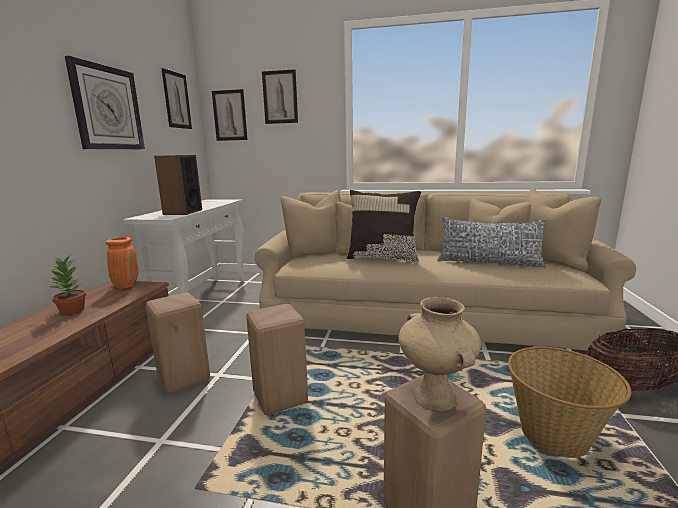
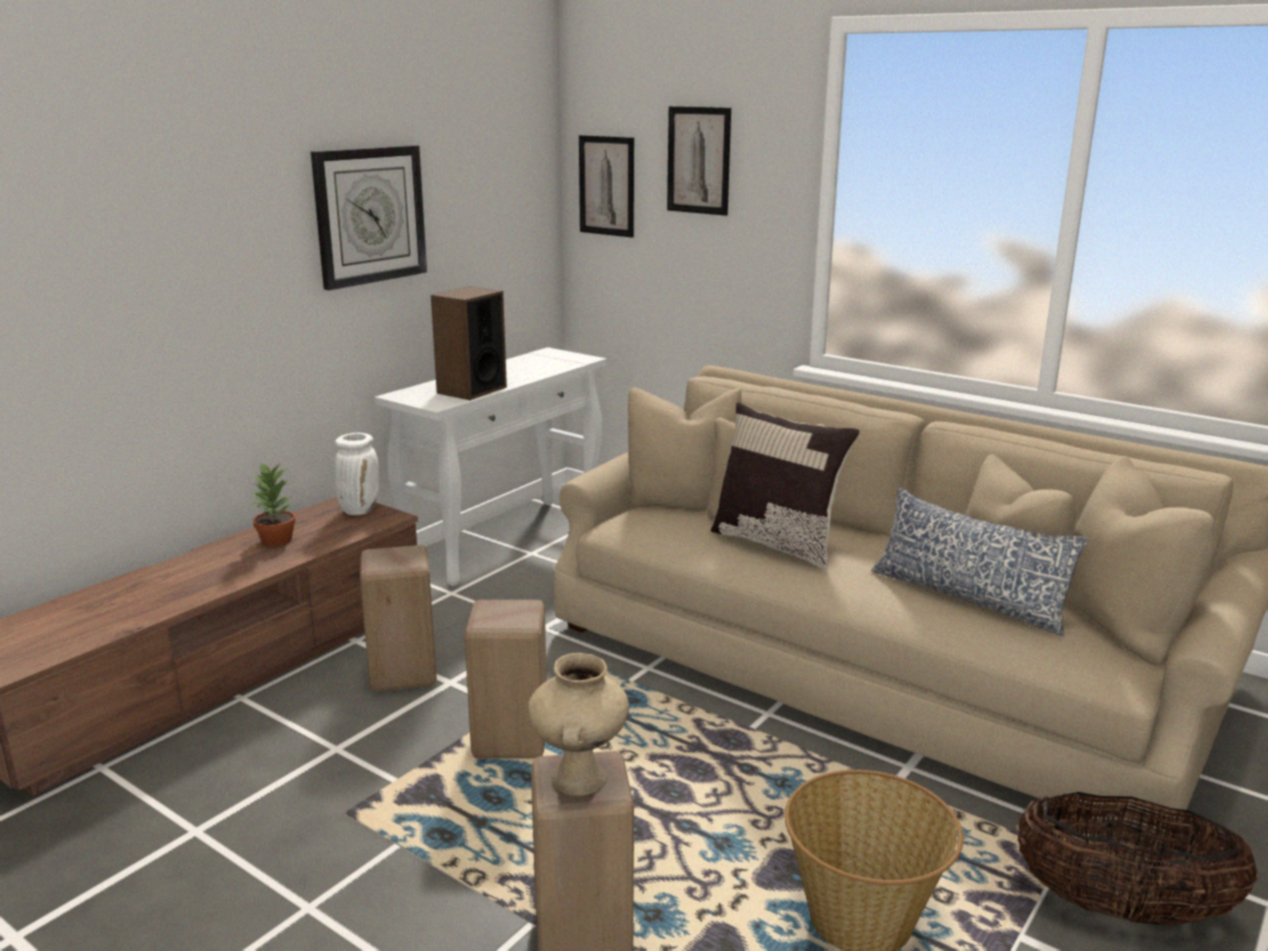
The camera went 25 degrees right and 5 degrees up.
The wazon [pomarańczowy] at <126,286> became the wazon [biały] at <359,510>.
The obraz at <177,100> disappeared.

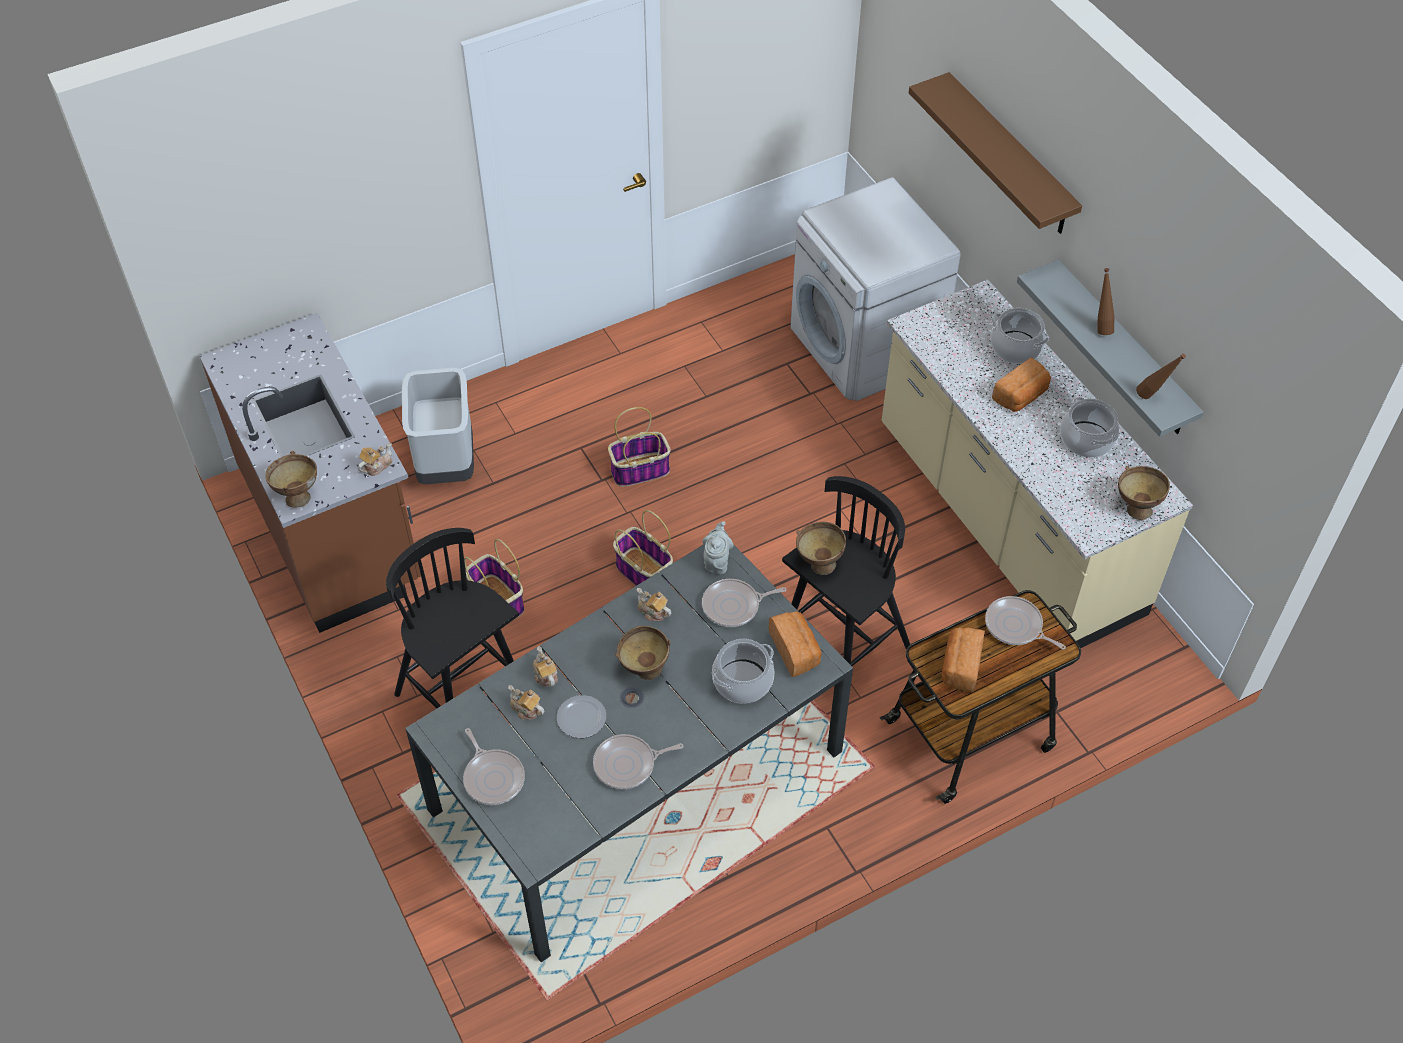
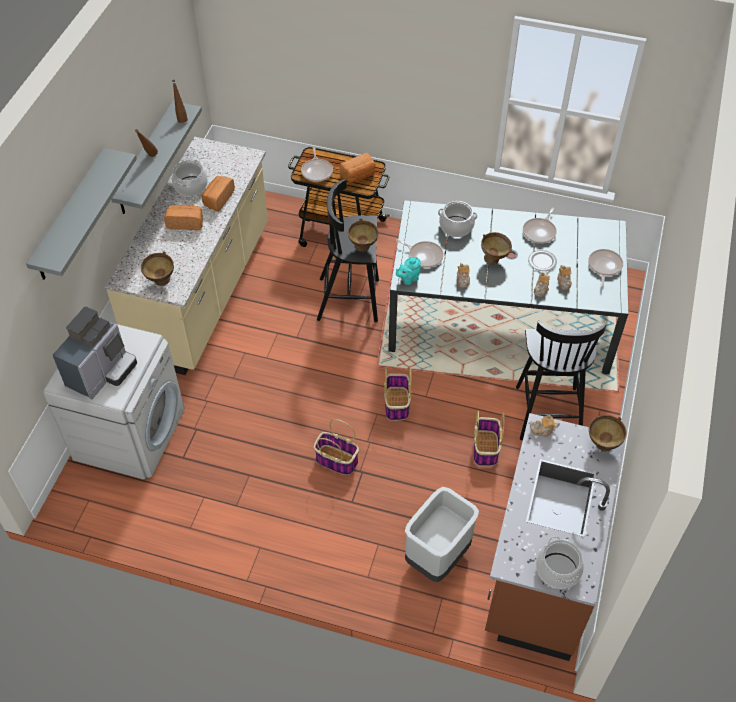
The camera went 135 degrees left and 0 degrees up.
The półka [brązowy] at <1009,156> became the półka [szary] at <70,216>.
The ekspres do kawy at <102,372> appeared.
The miska [brązowy] moved from <1135,507> to <161,282>.
The chleb moved from <795,650> to <218,199>.
The imbryk [szary] at <717,561> became the imbryk [turkusowy] at <408,279>.
The patelnia at <628,764> turned 90 degrees clockwise.
The garnek moved from <1016,347> to <557,570>.

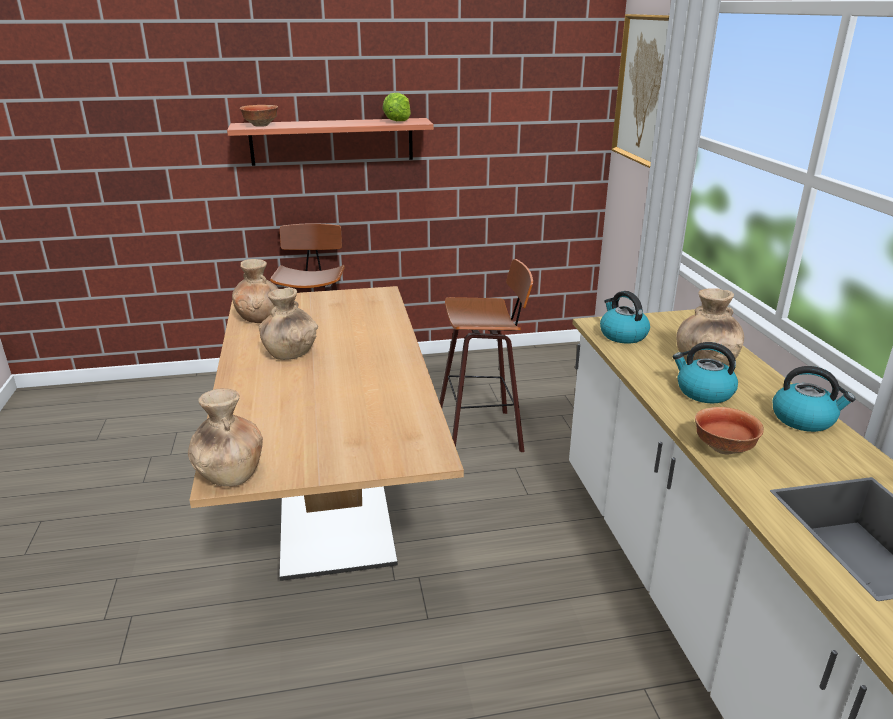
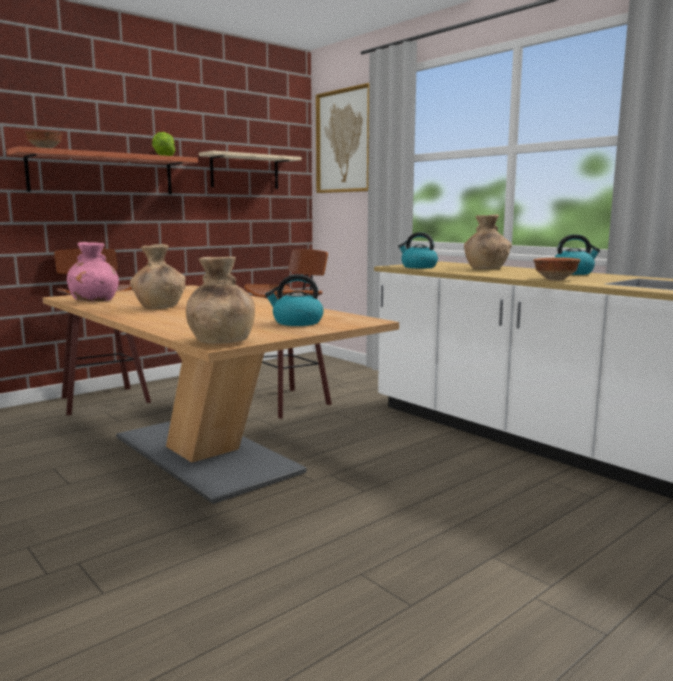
The camera went 30 degrees left and 15 degrees down.
The wazon [brązowy] at <260,318> became the wazon [różowy] at <95,300>.
The półka [beżowy] at <245,171> appeared.
The czajnik moved from <703,392> to <296,322>.

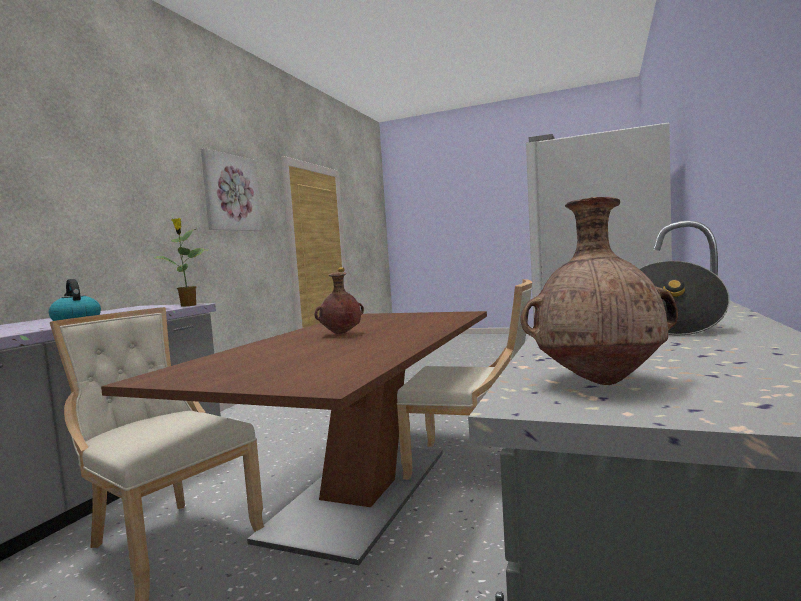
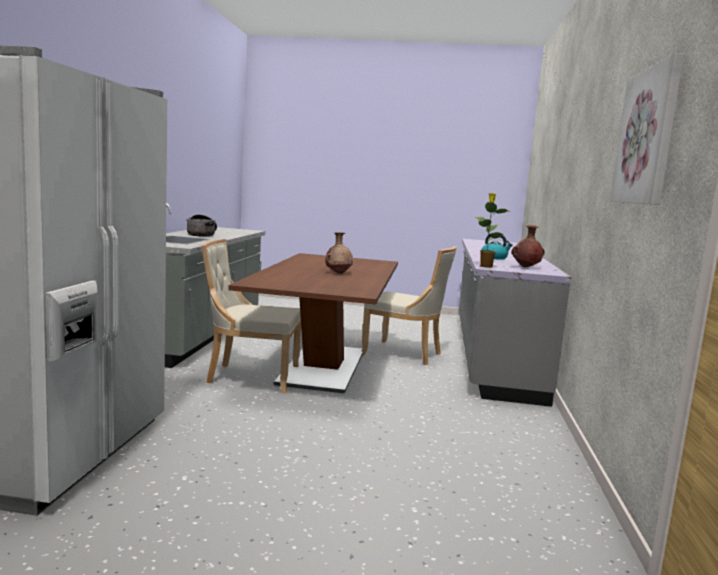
The camera went 165 degrees right and 5 degrees up.
The wazon [brązowy] moved from <601,381> to <525,267>.

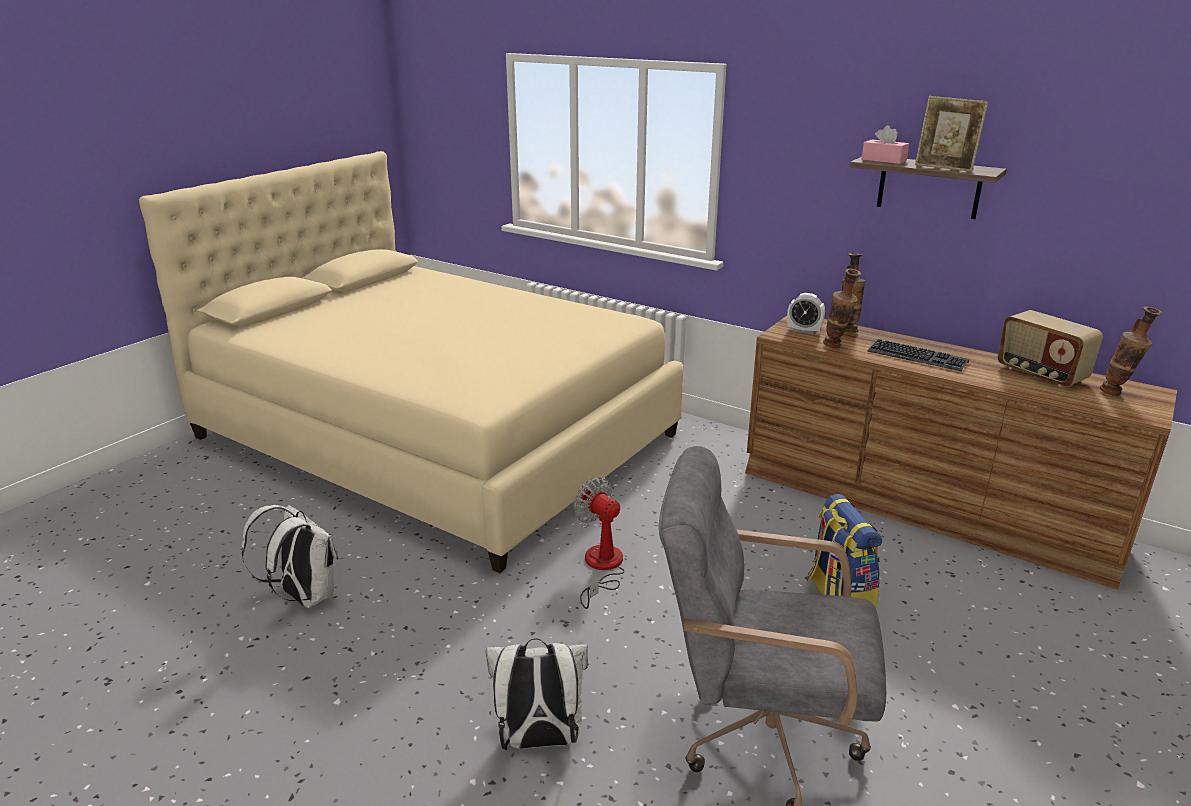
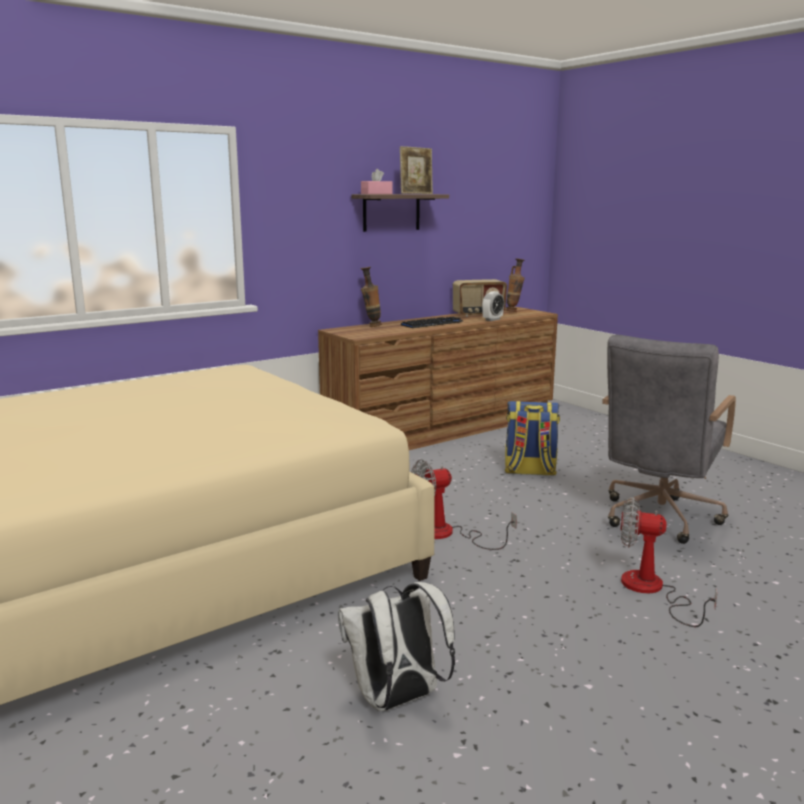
The camera went 70 degrees left and 10 degrees down.
The budzik moved from <804,331> to <492,319>.
The plecak [biały] at <539,740> was replaced by the wentylator at <651,590>.
The wazon at <836,347> disappeared.

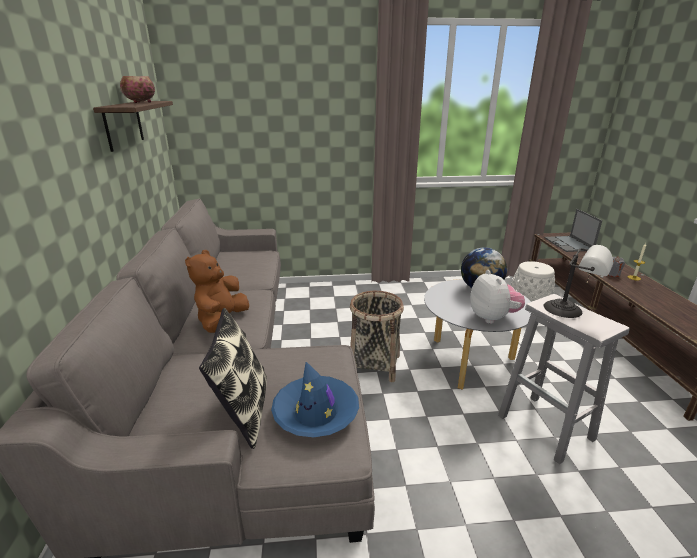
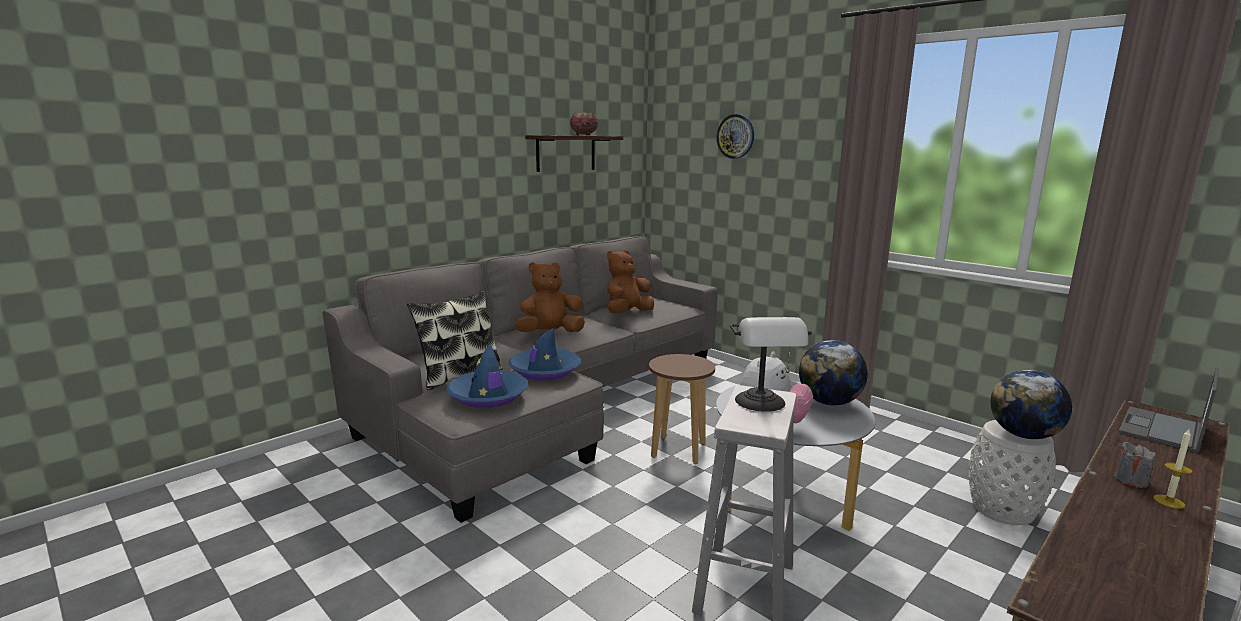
The camera went 50 degrees right and 10 degrees down.
The kapelusz [niebieski] at <545,370> appeared.
The pluszak [brązowy] at <627,313> appeared.
The koszyk at <374,365> was replaced by the stołek [brązowy] at <678,450>.
The zegar ścienny at <735,136> appeared.
The globus at <1024,435> appeared.

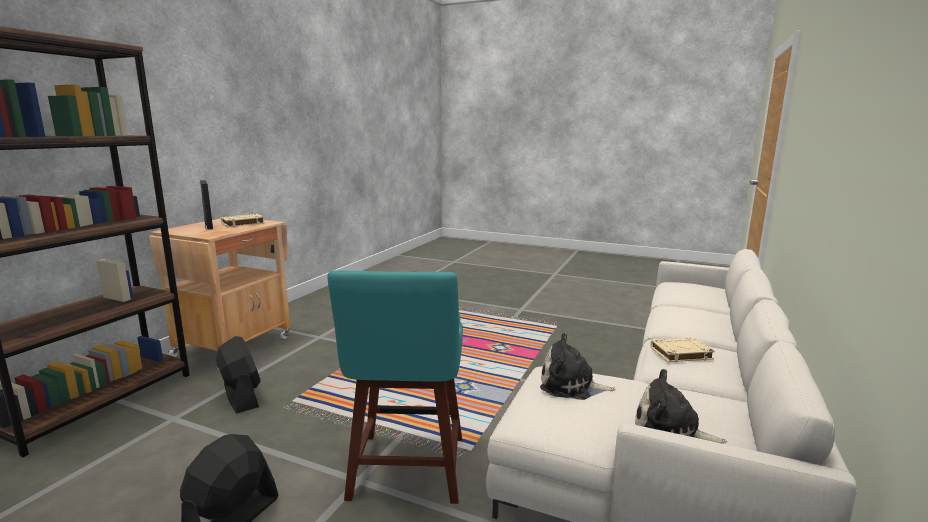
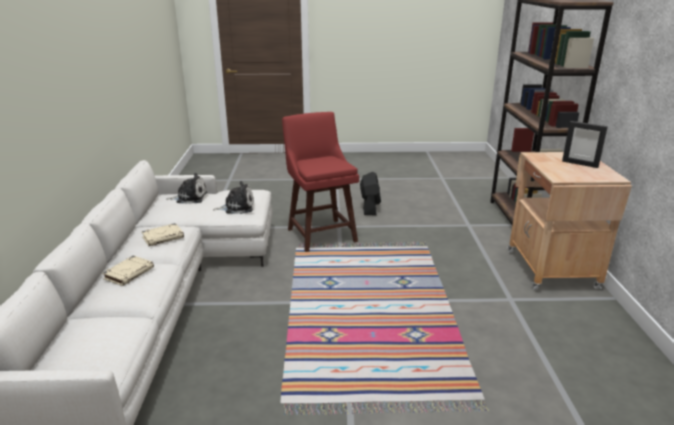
The camera went 155 degrees right and 10 degrees up.
The książka [beżowy] moved from <242,223> to <129,273>.
The stołek [turkusowy] at <406,471> became the stołek [czerwony] at <321,233>.
The wentylator [czarny] at <241,397> disappeared.

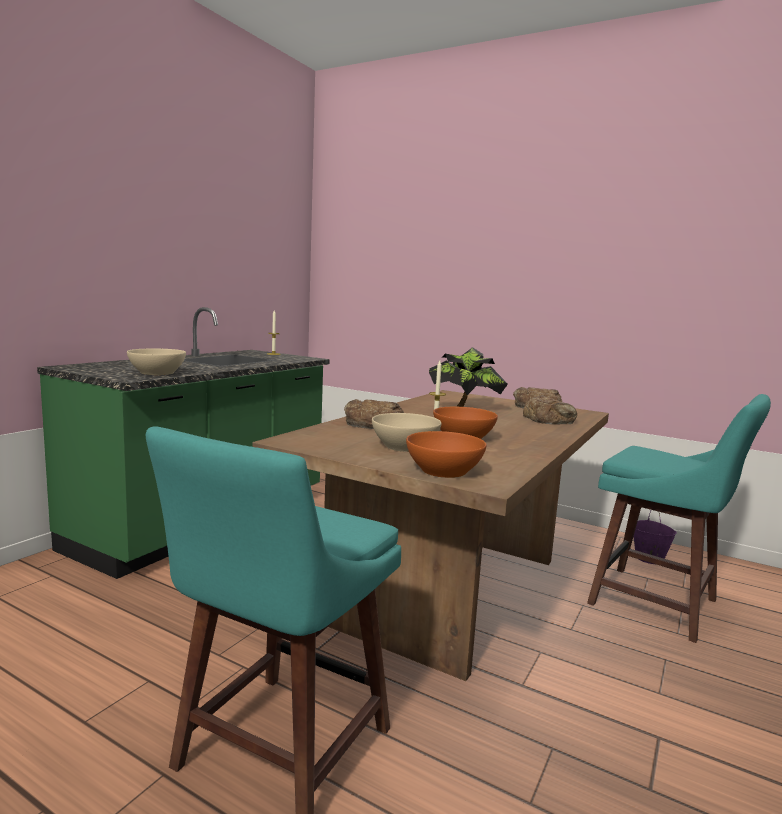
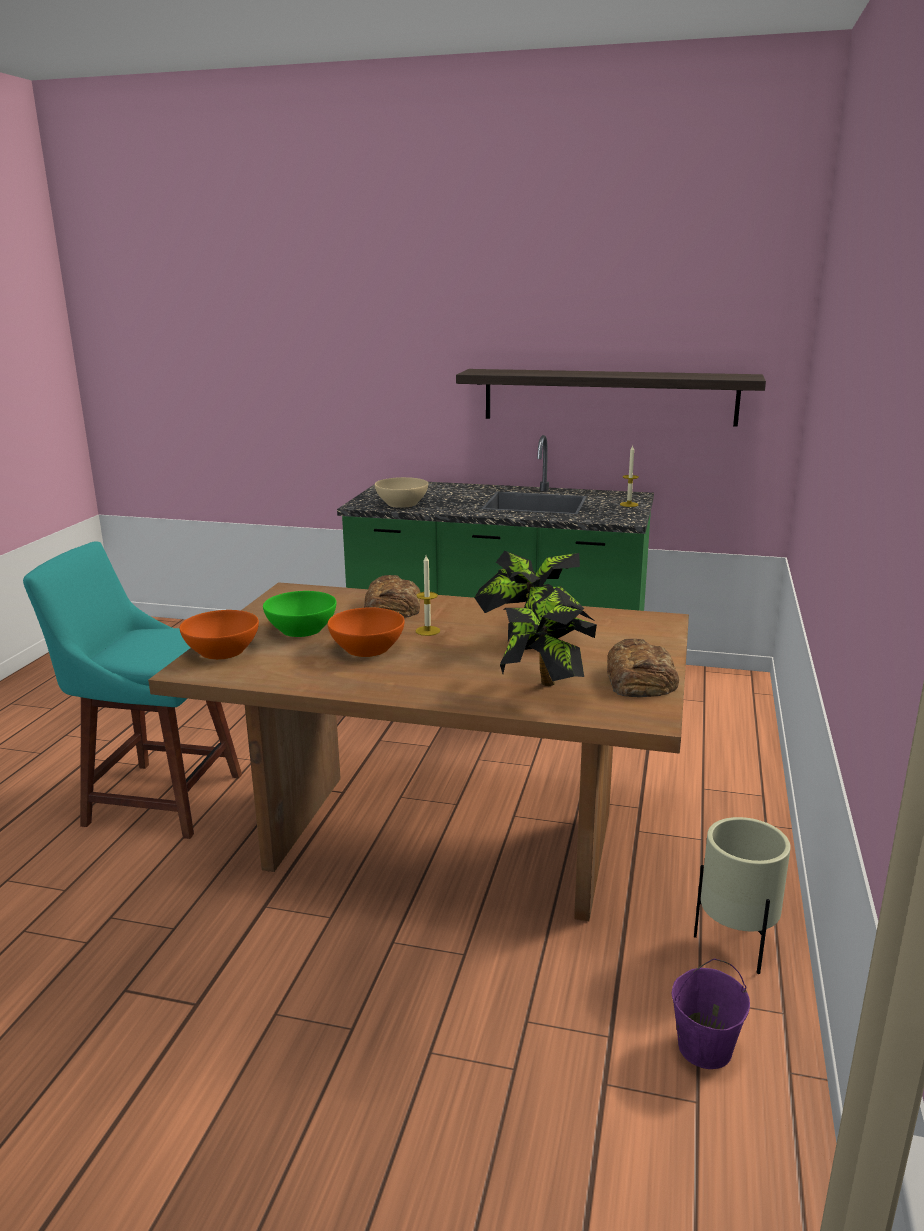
The camera went 75 degrees right and 10 degrees up.
The miska [beżowy] at <404,446> became the miska [zielony] at <301,629>.
The półka at <609,397> appeared.
The chleb at <549,419> was replaced by the roślina doniczkowa at <543,689>.
The donica [beżowy] at <736,946> appeared.
The stołek [turkusowy] at <659,604> disappeared.

